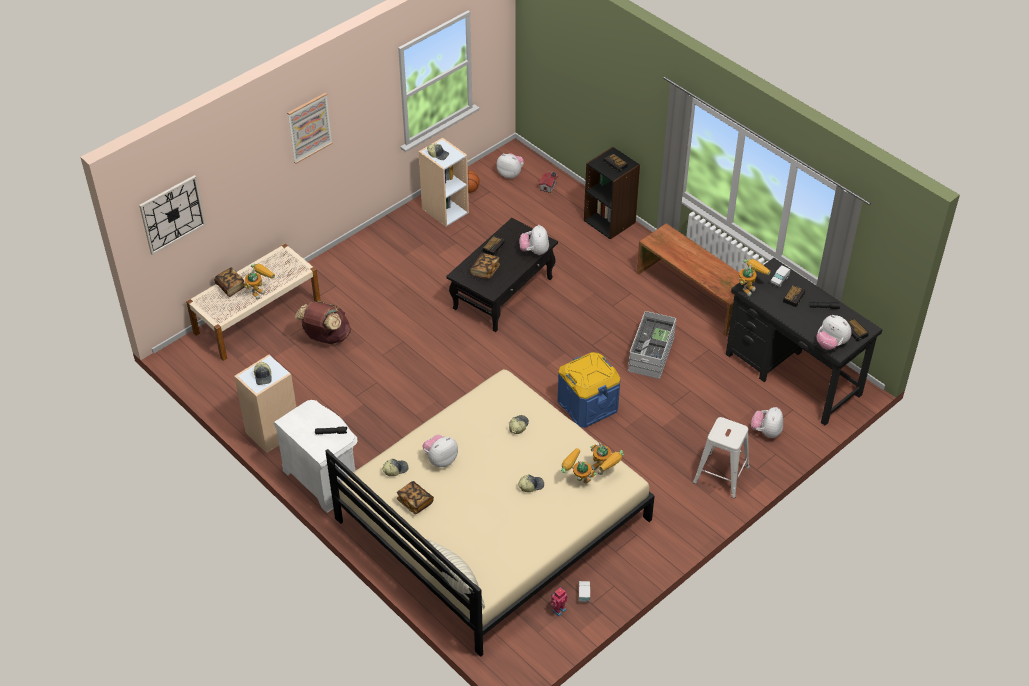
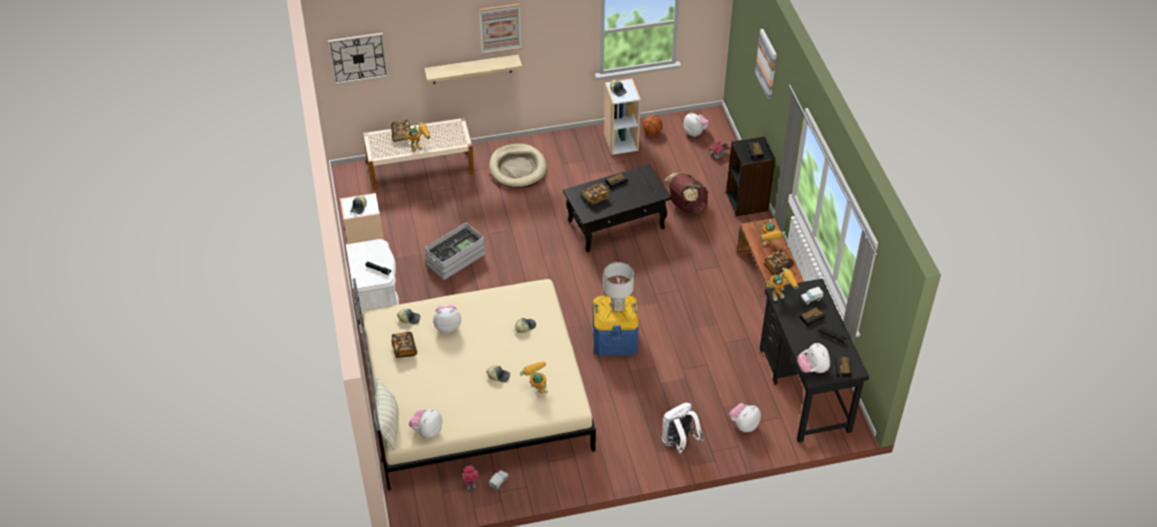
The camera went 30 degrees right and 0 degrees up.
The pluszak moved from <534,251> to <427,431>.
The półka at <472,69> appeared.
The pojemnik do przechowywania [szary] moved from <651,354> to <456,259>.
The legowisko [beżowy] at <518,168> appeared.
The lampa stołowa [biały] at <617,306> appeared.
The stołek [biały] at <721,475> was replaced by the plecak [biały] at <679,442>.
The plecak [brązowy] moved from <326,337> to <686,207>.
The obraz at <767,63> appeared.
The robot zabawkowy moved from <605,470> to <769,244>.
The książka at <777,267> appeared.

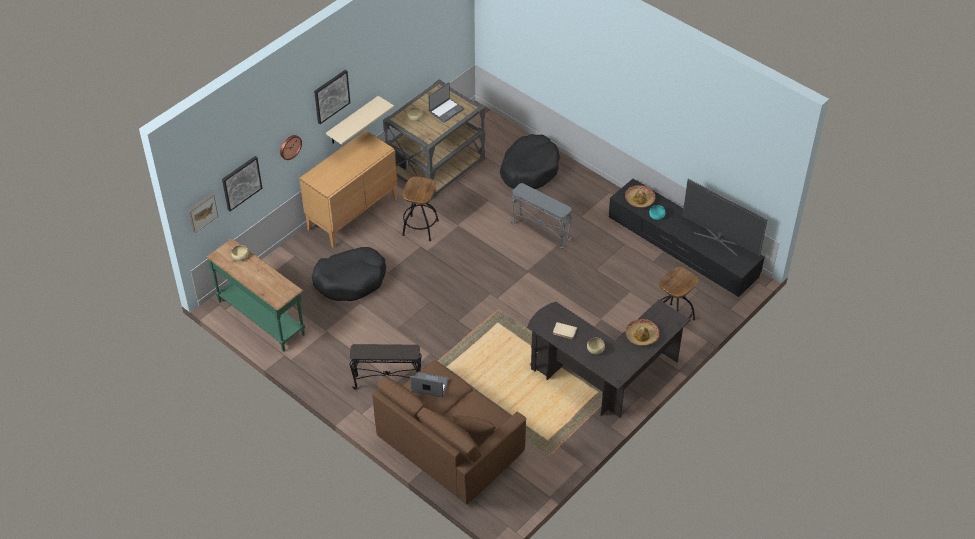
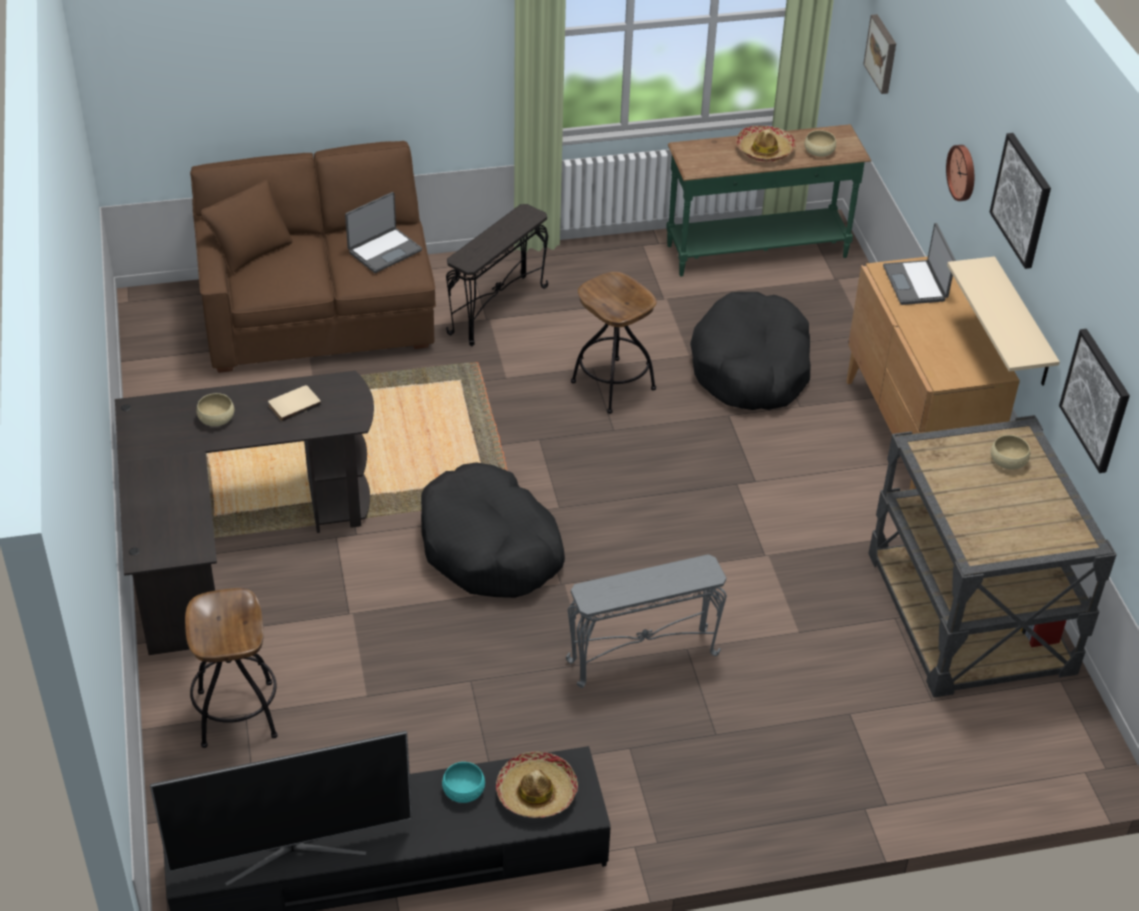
The camera went 125 degrees right and 5 degrees down.
The legowisko [czarny] moved from <529,169> to <490,547>.
The stołek [brązowy] moved from <420,227> to <613,385>.
The kapelusz moved from <641,335> to <765,150>.
The laptop moved from <446,110> to <916,284>.
The obraz moved from <241,183> to <1096,400>.

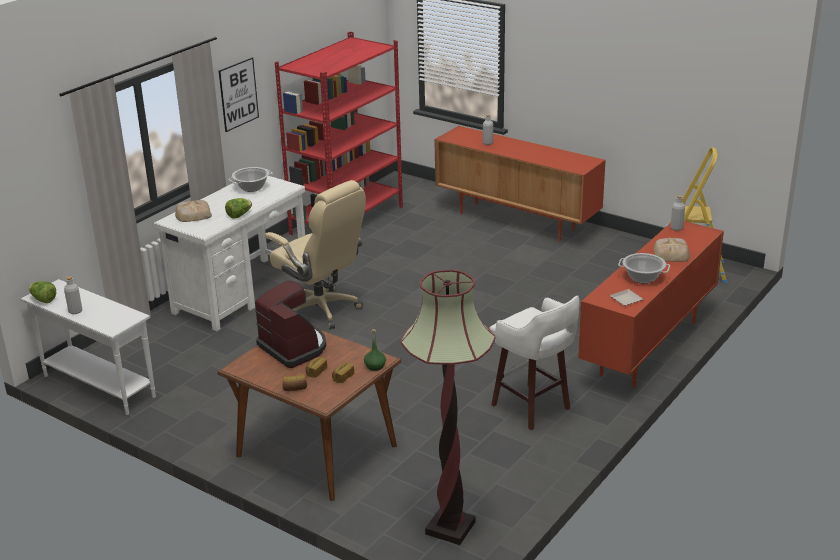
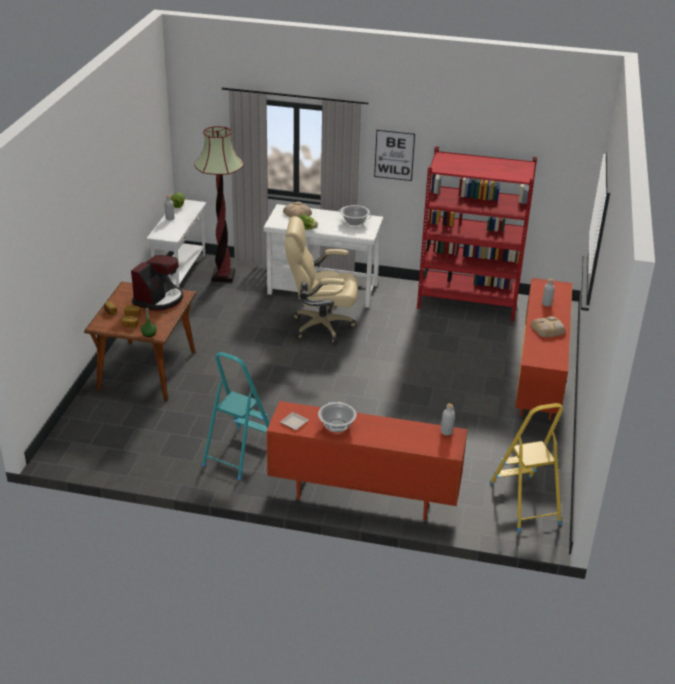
The camera went 65 degrees right and 5 degrees up.
The lampa stojąca moved from <450,528> to <223,276>.
The stołek [biały] at <533,409> was replaced by the drabinka [turkusowy] at <240,452>.
The krzesło biurowe [beżowy] at <321,310> turned 75 degrees clockwise.
The chleb moved from <671,253> to <548,329>.

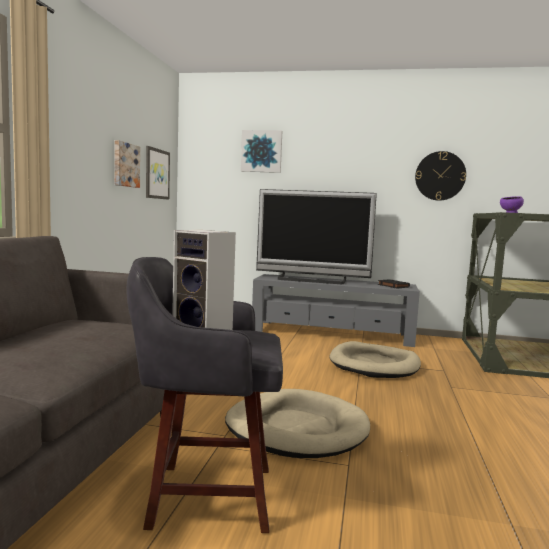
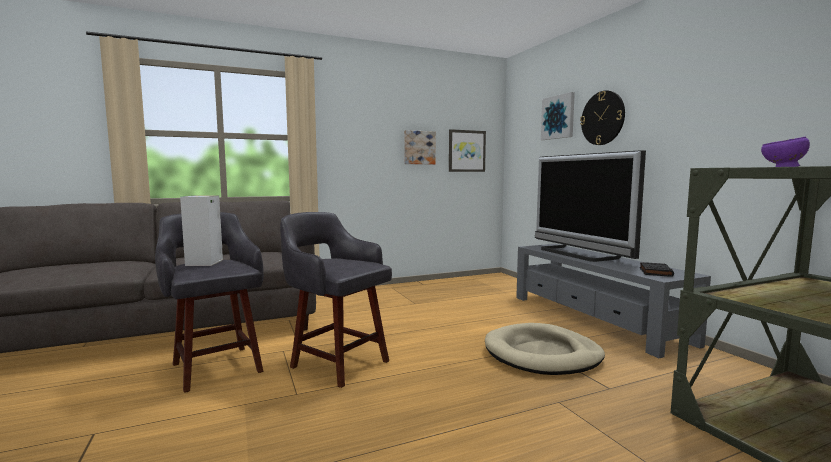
The camera went 55 degrees right and 0 degrees up.
The legowisko [beżowy] at <296,429> was replaced by the stołek [szary] at <337,363>.
The zegar ścienny moved from <440,176> to <602,118>.

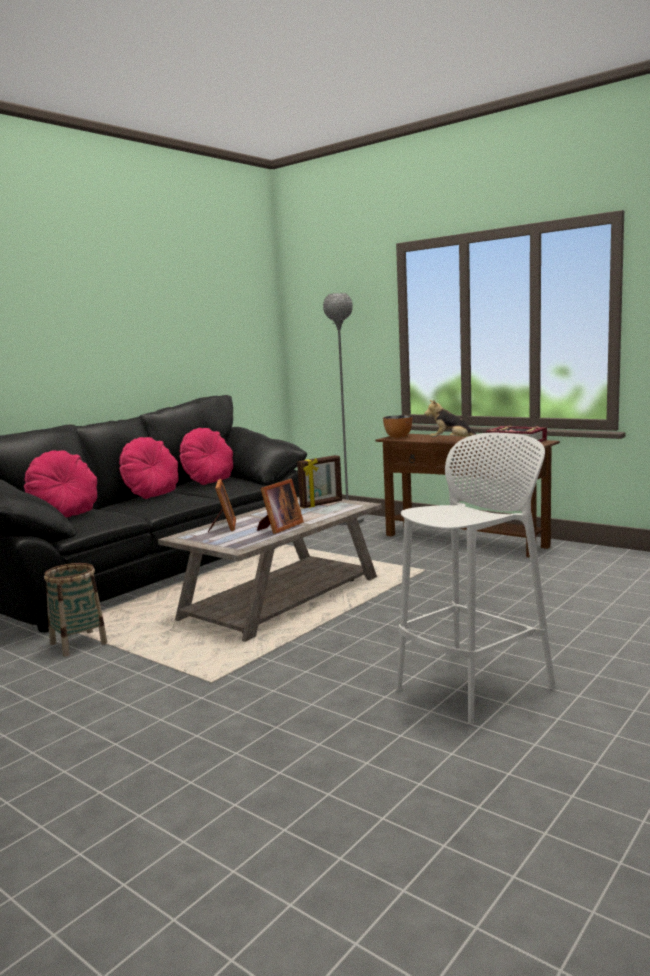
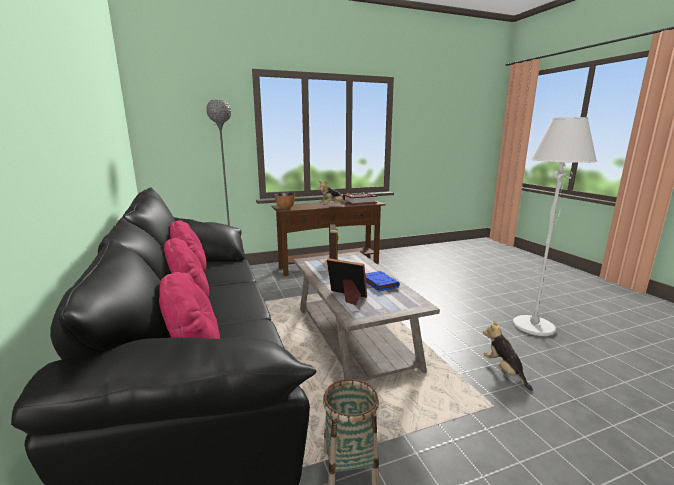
The camera went 60 degrees left and 5 degrees up.
The ramka na zdjęcie at <279,528> was replaced by the książka [niebieski] at <379,283>.
The pluszak at <504,371> appeared.
The stołek [biały] at <472,685> was replaced by the lampa stojąca [biały] at <533,326>.

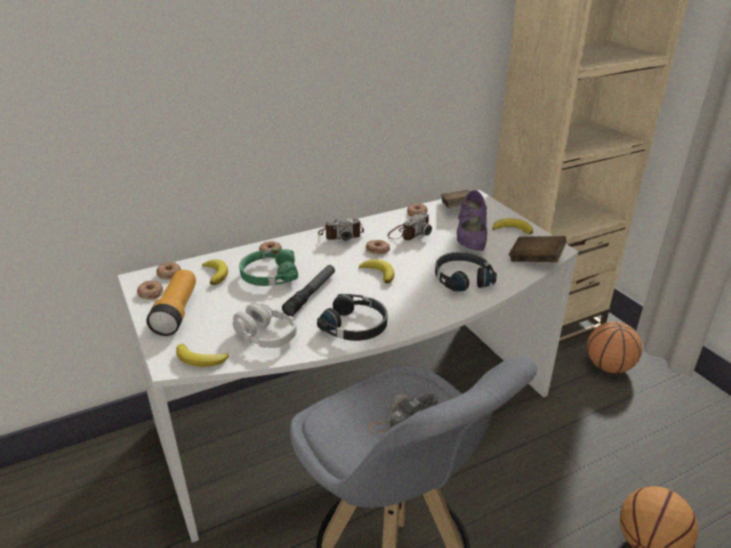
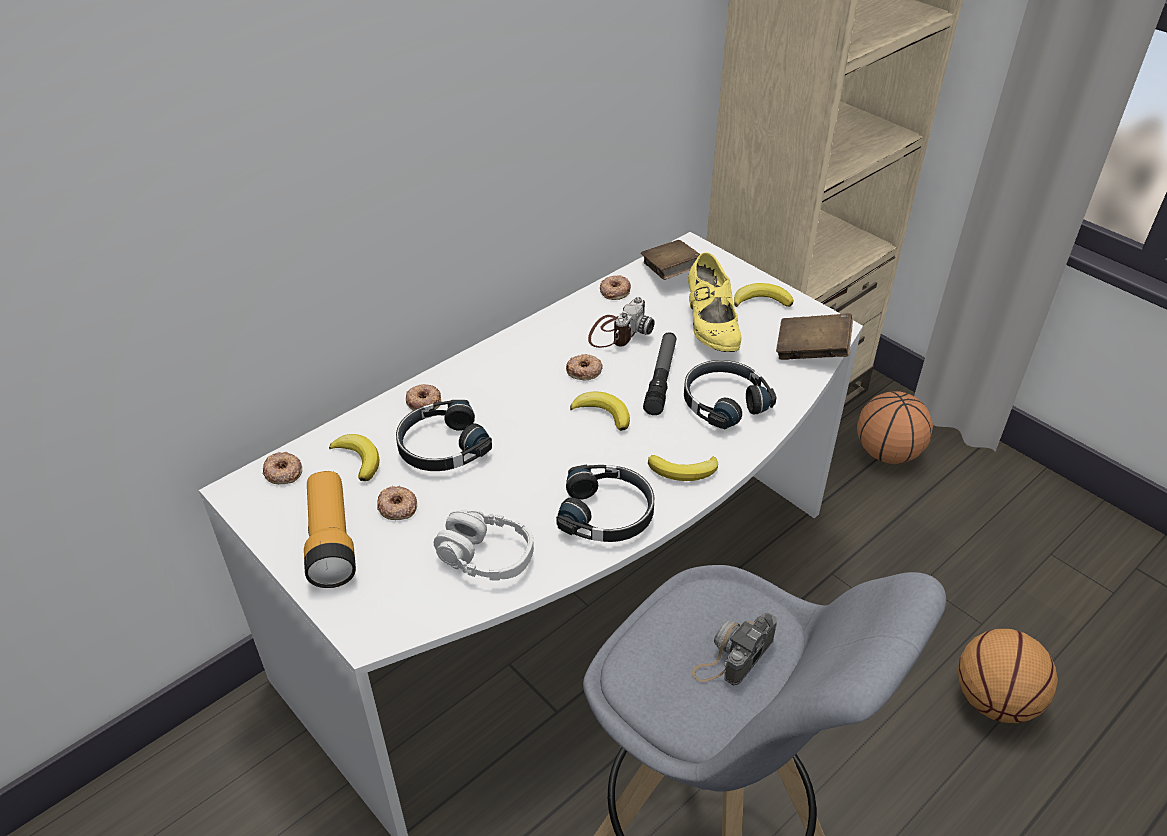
The camera went 15 degrees left and 10 degrees up.
The donut moved from <150,293> to <397,507>.
The słuchawki [zielony] at <268,275> became the słuchawki [czarny] at <441,447>.
The latarka moved from <311,294> to <661,378>.
The banan moved from <200,359> to <684,471>.
The but [fioletowy] at <471,239> became the but [żółty] at <710,329>.
The aparat fotograficzny at <341,235> disappeared.

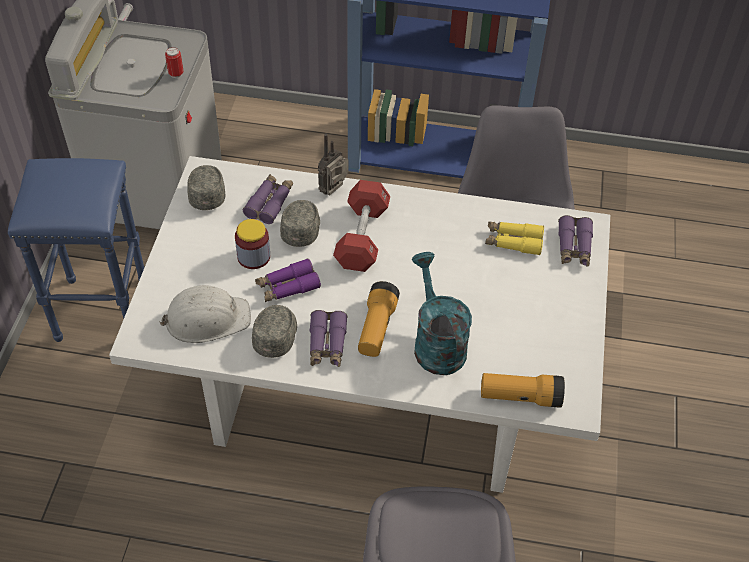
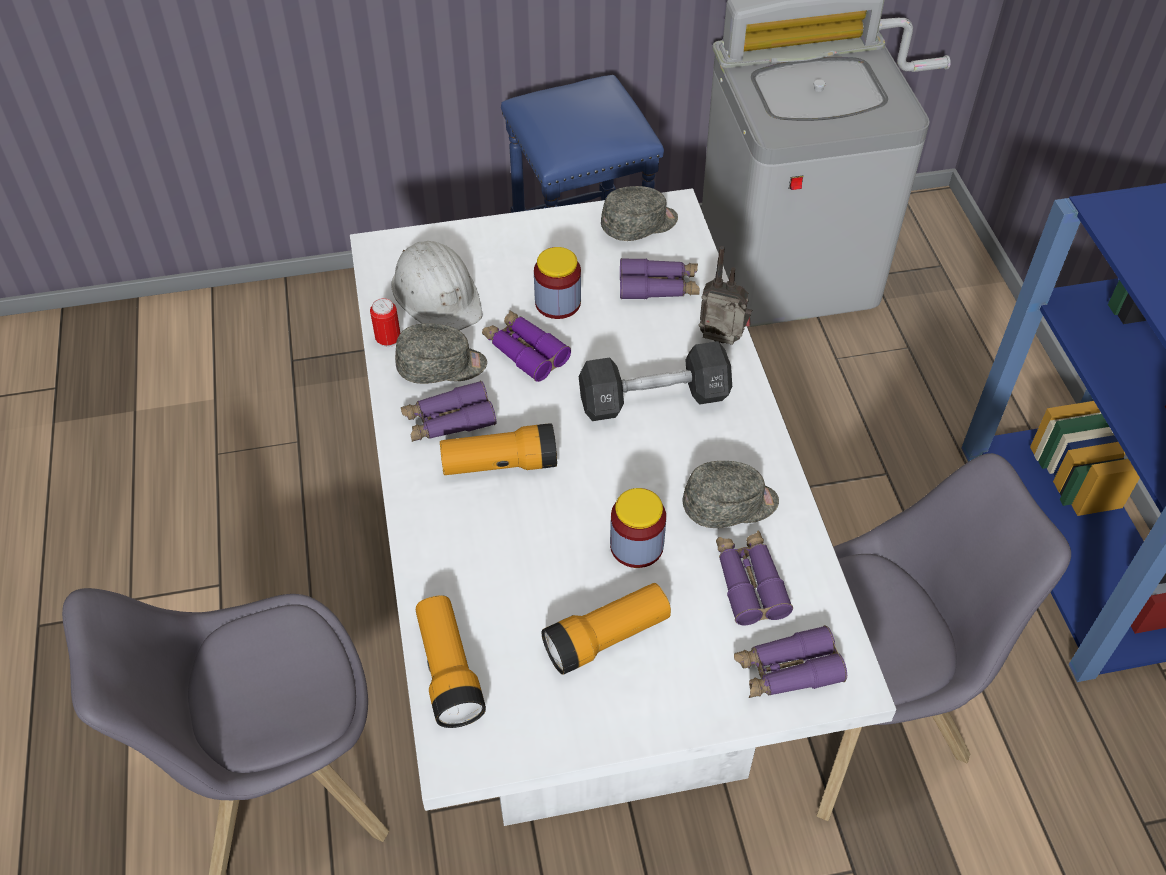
The camera went 70 degrees right and 0 degrees up.
The puszka moved from <176,74> to <388,339>.
The latarka at <607,638> appeared.
The hantel [czerwony] at <362,237> became the hantel [czarny] at <653,399>.
The słoik at <636,546> appeared.
The czapka z daszkiem [szary] moved from <302,228> to <730,505>.
The lornetka [żółty] at <513,242> became the lornetka [fioletowy] at <749,582>.
The konewka [turkusowy] at <436,342> disappeared.

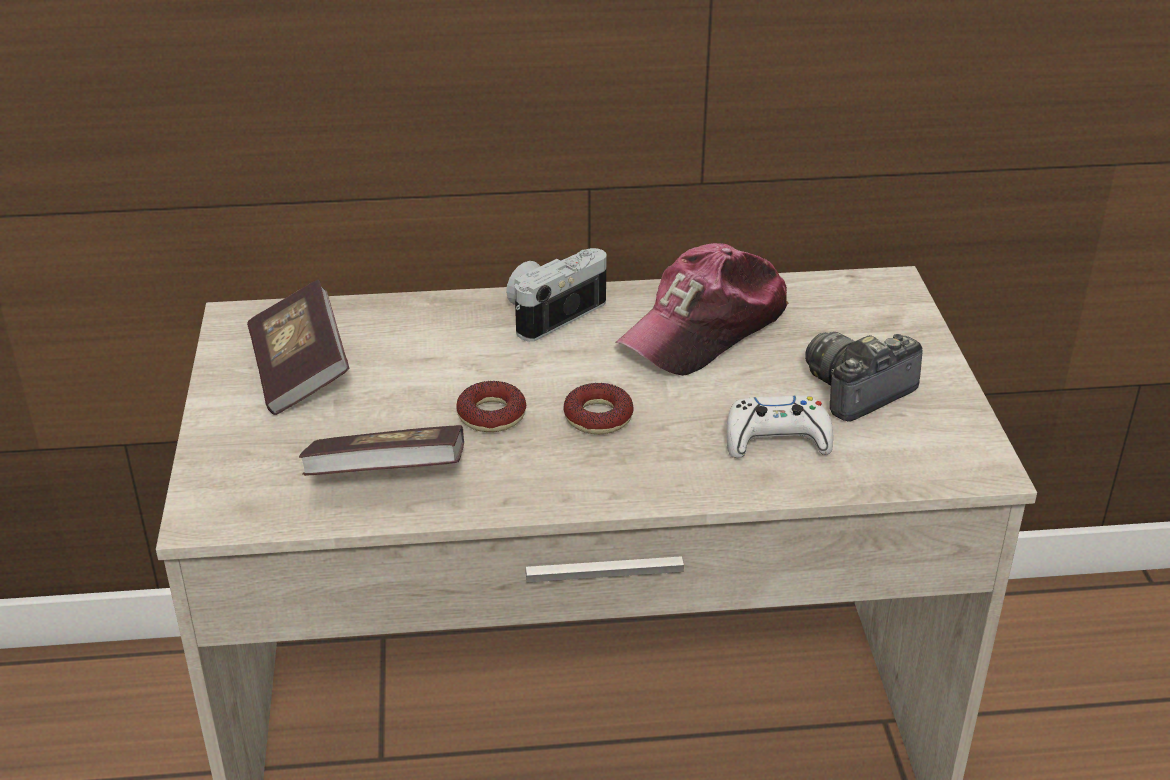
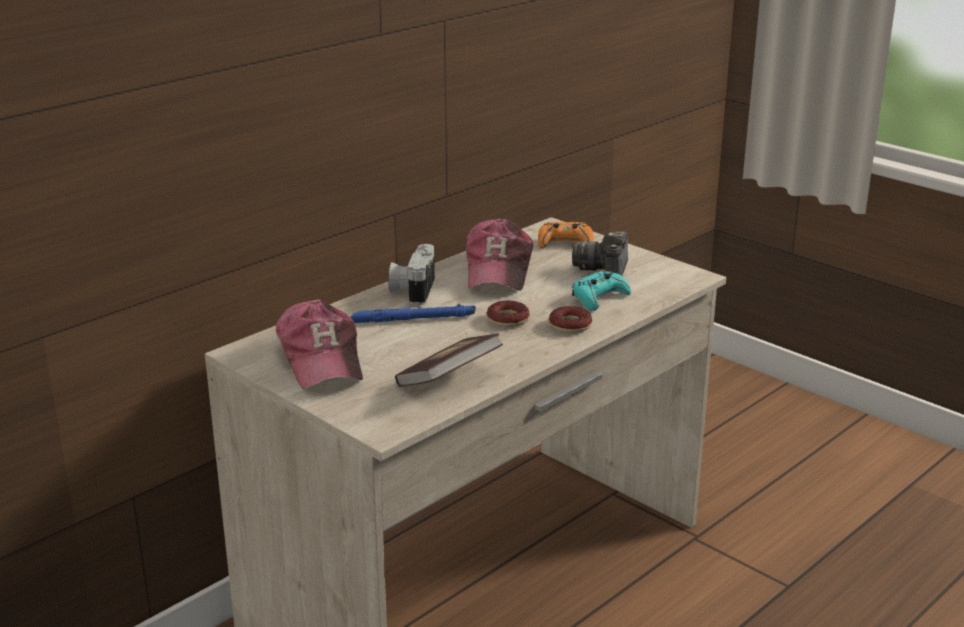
The camera went 40 degrees left and 10 degrees down.
The książka at <300,371> was replaced by the czapka z daszkiem at <322,359>.
The latarka [niebieski] at <413,319> appeared.
The pad do gier [pomarańczowy] at <565,243> appeared.
The donut moved from <491,415> to <570,325>.
The pad do gier [biały] at <776,439> became the pad do gier [turkusowy] at <599,298>.

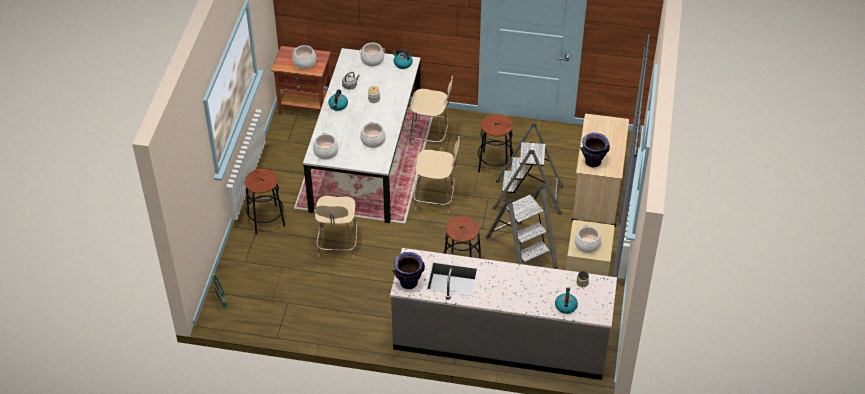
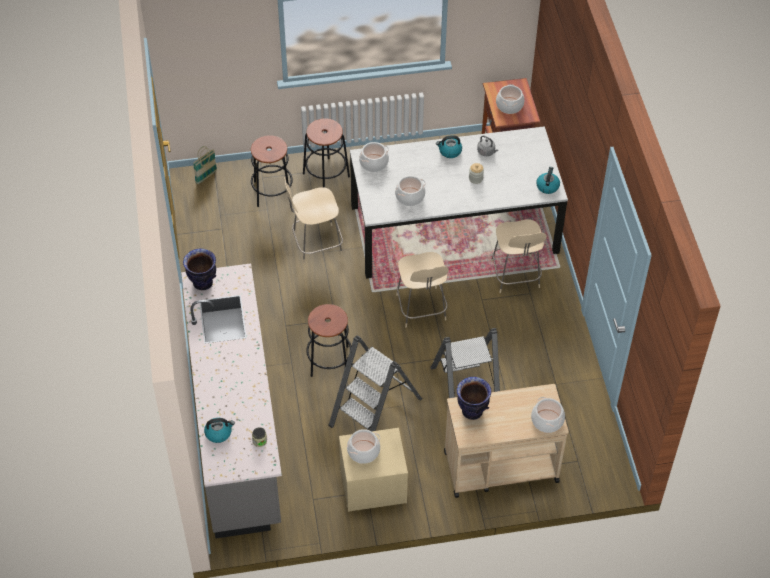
The camera went 70 degrees right and 5 degrees up.
The stołek [czarny] moved from <495,163> to <272,192>.
The garnek moved from <372,60> to <547,420>.

